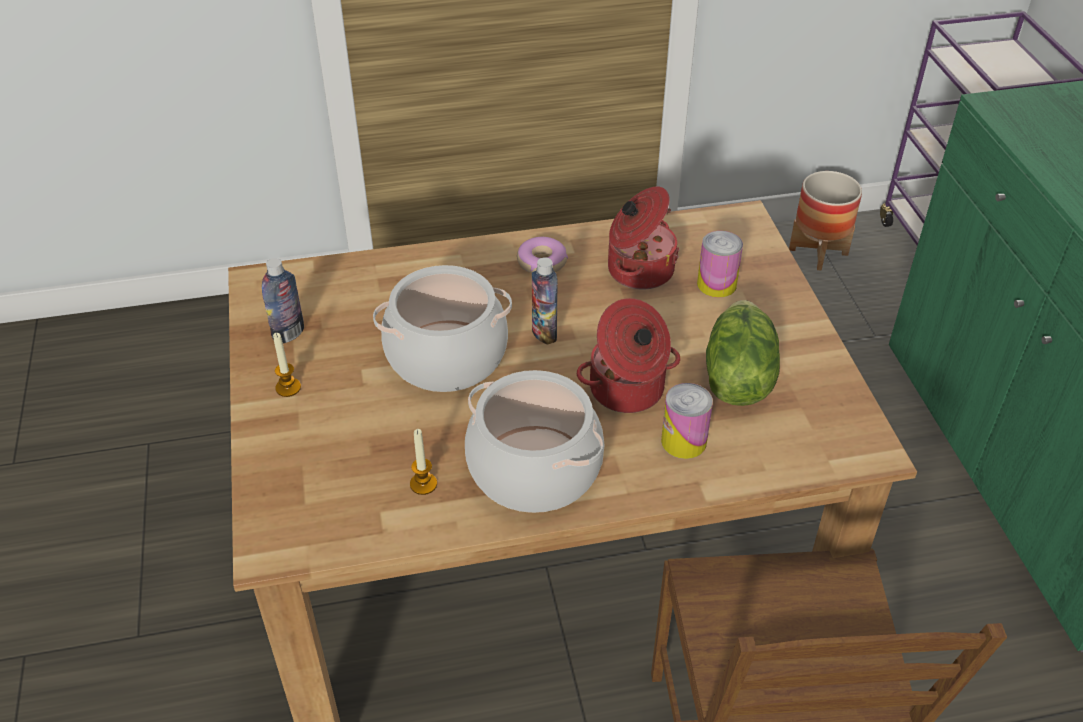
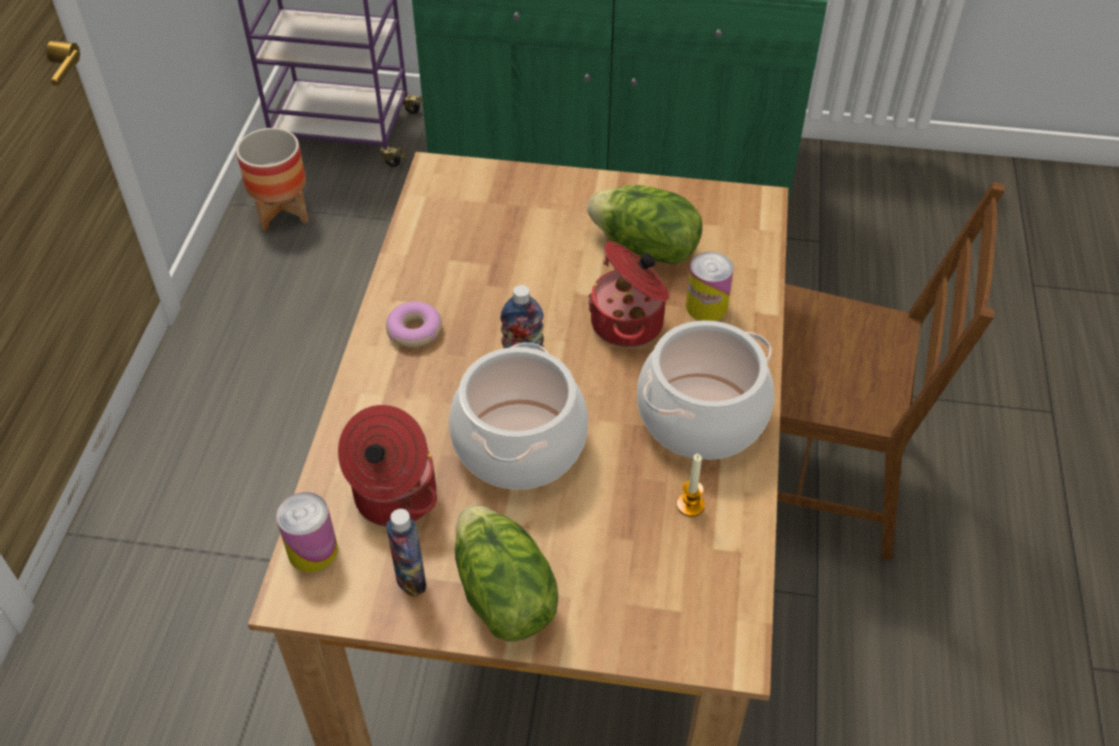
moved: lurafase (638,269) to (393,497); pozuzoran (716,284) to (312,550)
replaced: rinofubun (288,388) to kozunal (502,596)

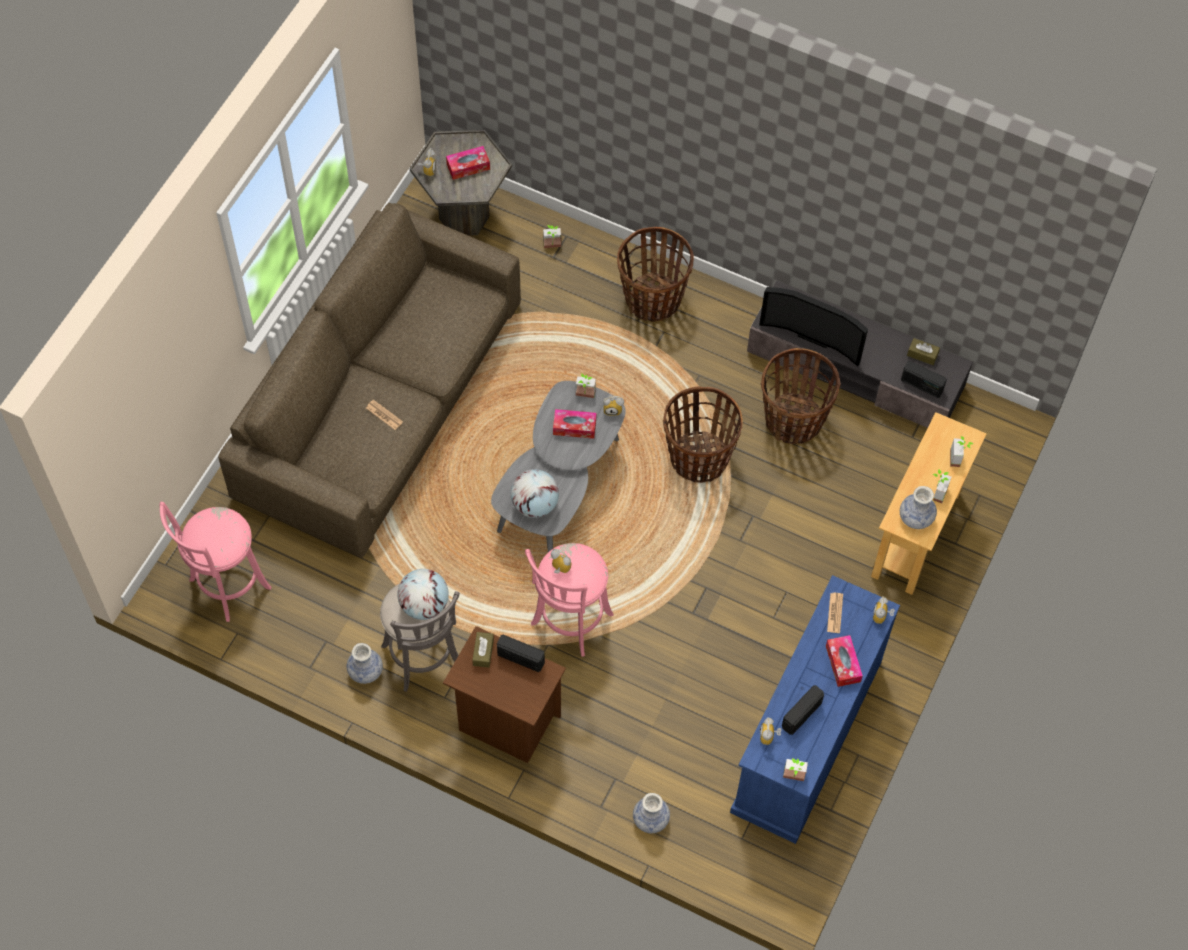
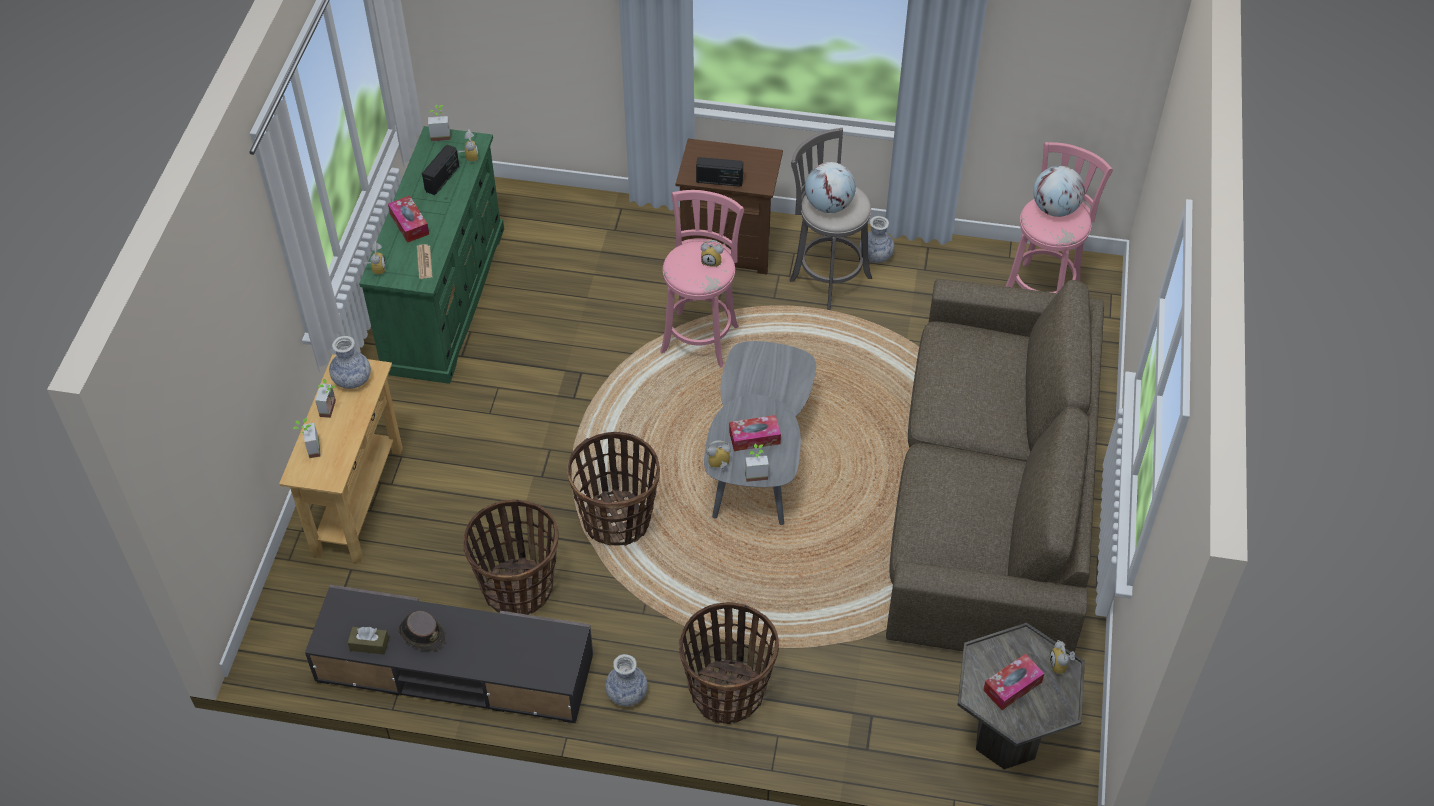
removed: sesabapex (384,415); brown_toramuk (483,652); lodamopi (552,247); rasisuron (814,335); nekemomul (921,385)
added: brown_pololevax (422,634)
moved: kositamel (535,504) to (1055,209); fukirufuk (650,819) to (627,693)
recoloured: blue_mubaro (806,737) to green_mubaro (444,298)

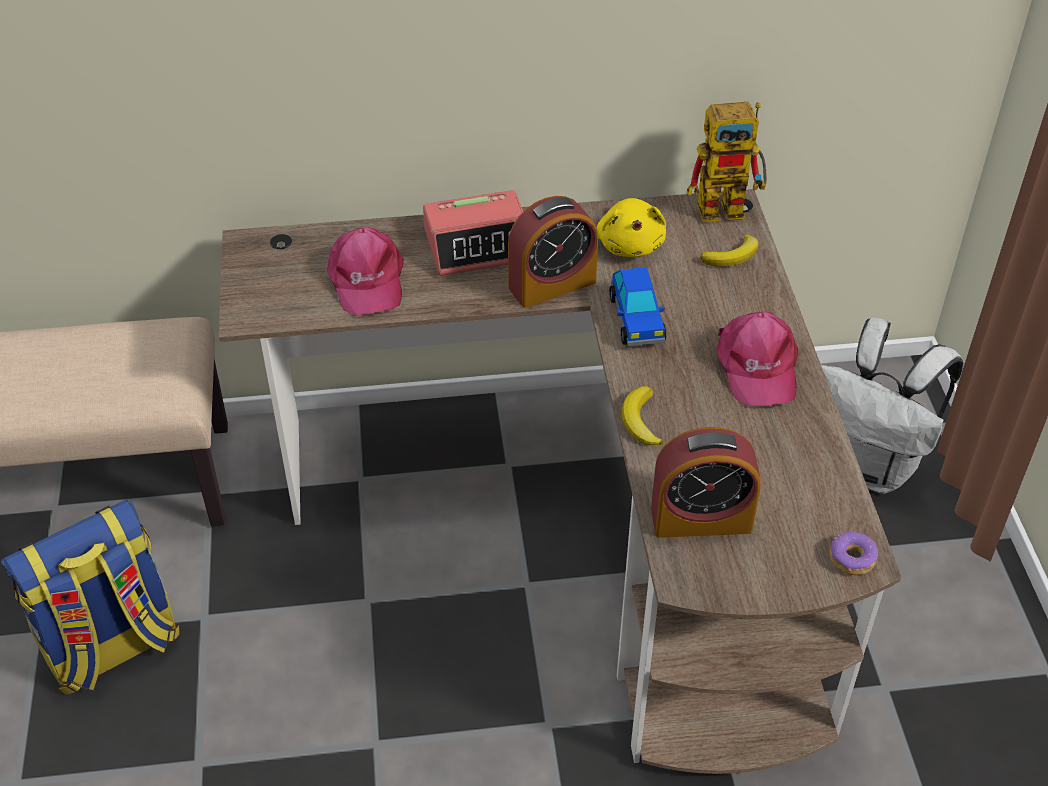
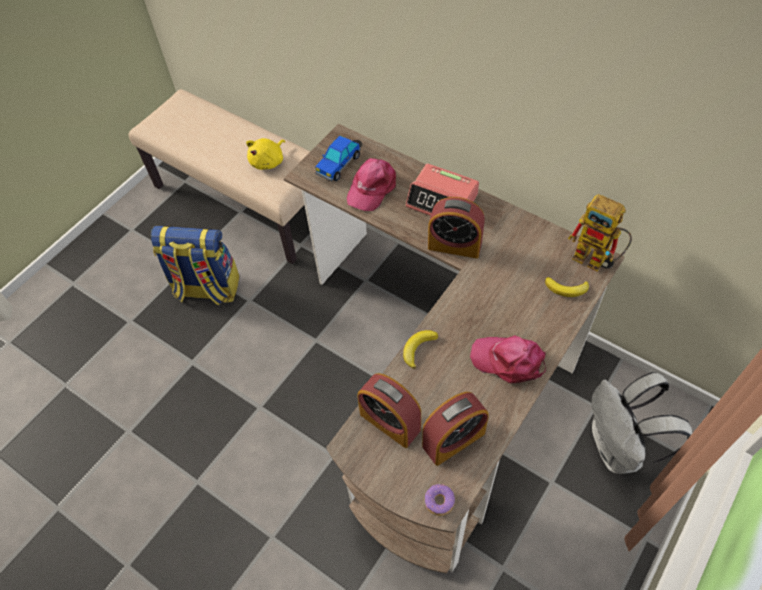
added: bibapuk (453,439)
moved: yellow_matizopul (630,244) to (268,161); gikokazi (636,319) to (338,165)
turned: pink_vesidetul (756,366) = (509,361) 75 degrees clockwise

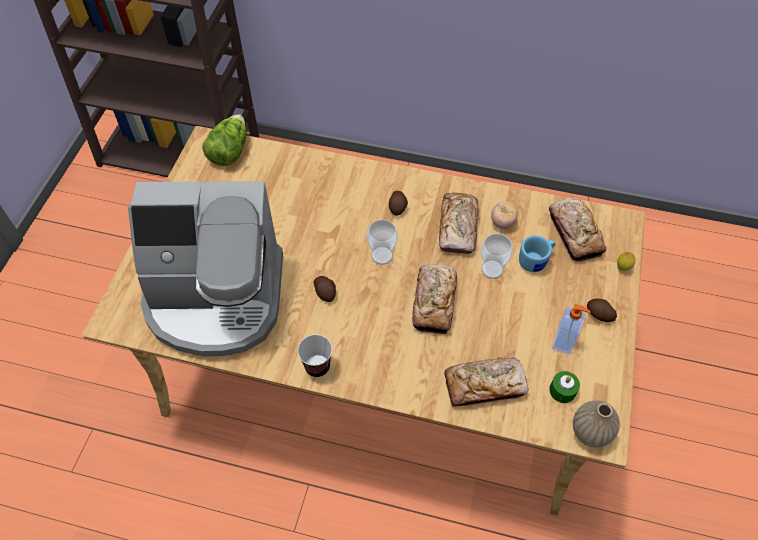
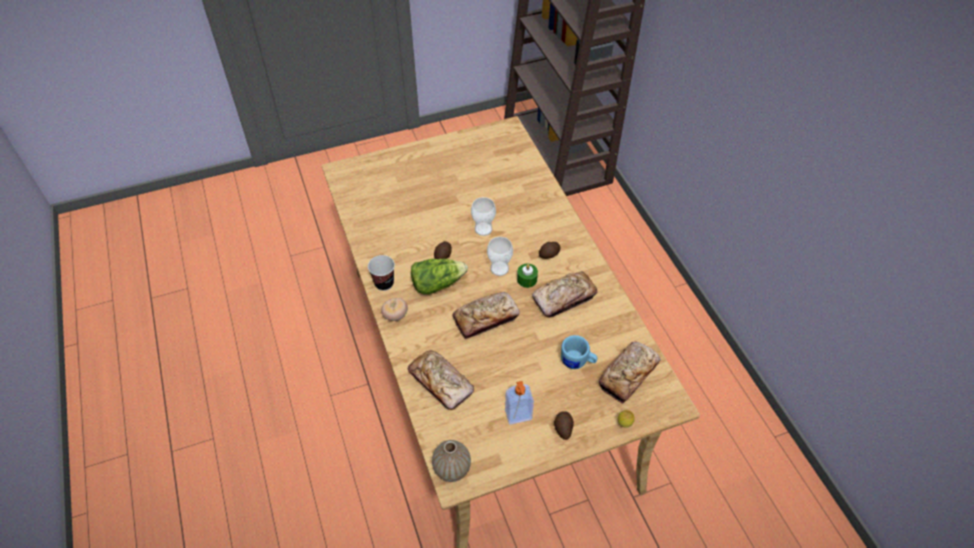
removed: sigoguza (216,298)
moved: kozunal (229,151) to (437,283); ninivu (492,269) to (483,229); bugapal (502,222) to (395,315); green_rinofubun (562,390) to (527,279)

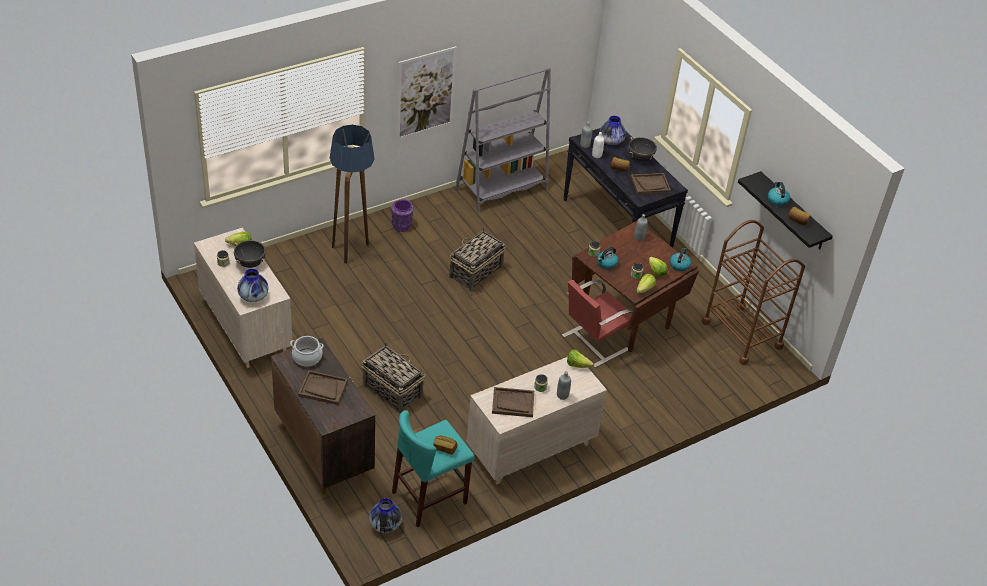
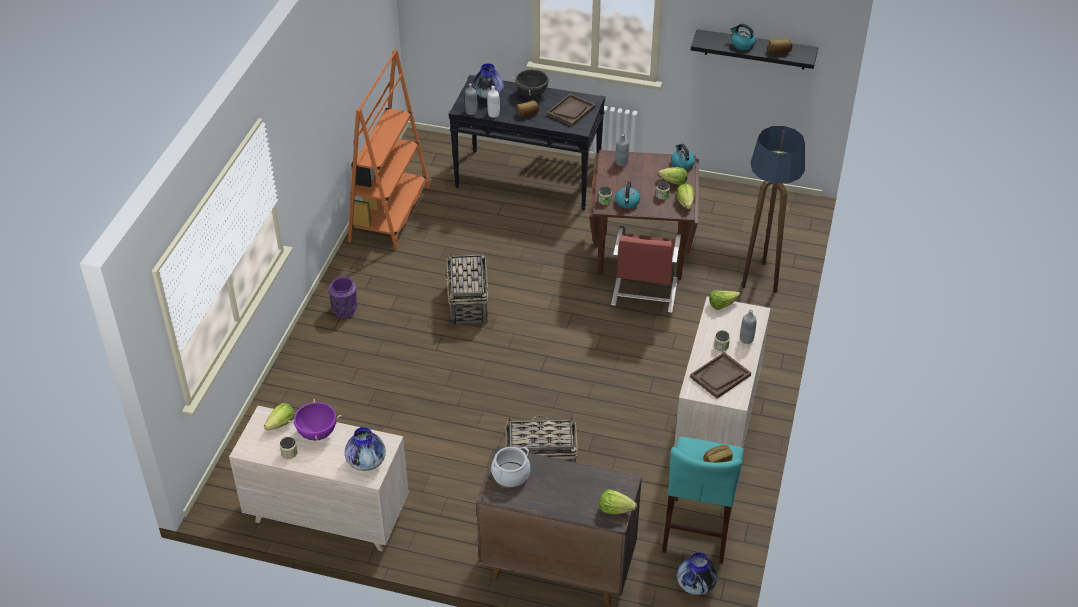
removed: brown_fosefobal (323,389); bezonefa (425,93); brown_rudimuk (741,334)
added: kozunal (615,509)
moved: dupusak (352,250) to (761,277)
recoloured: black_lurafase (250,263) to purple_lurafase (317,433); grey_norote (502,189) to orange_norote (390,214)

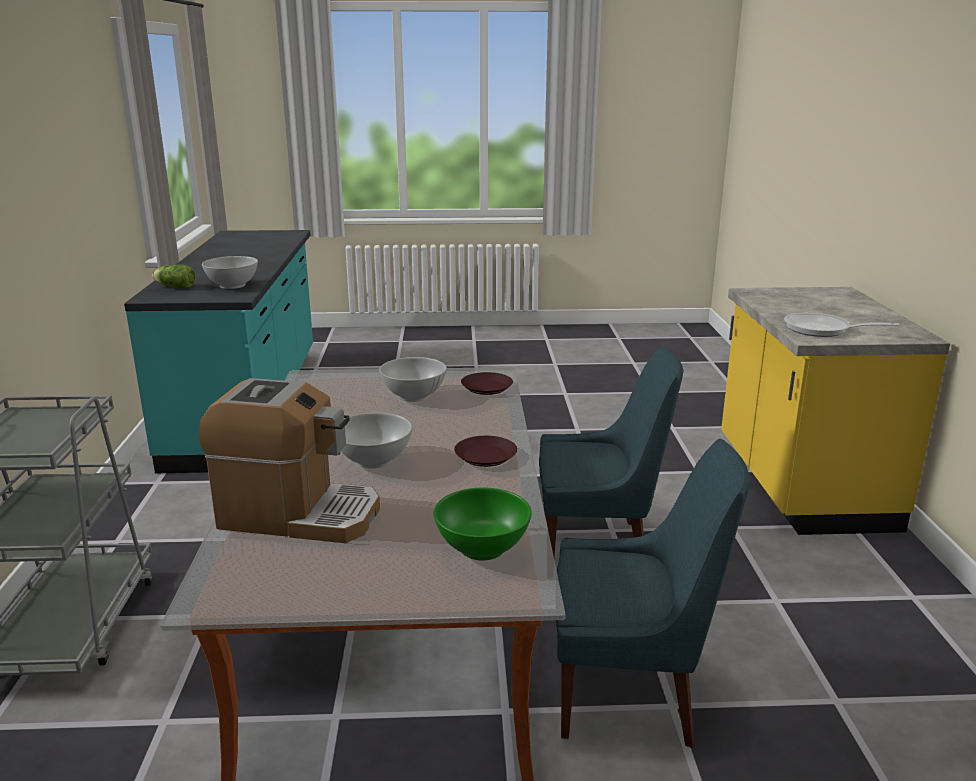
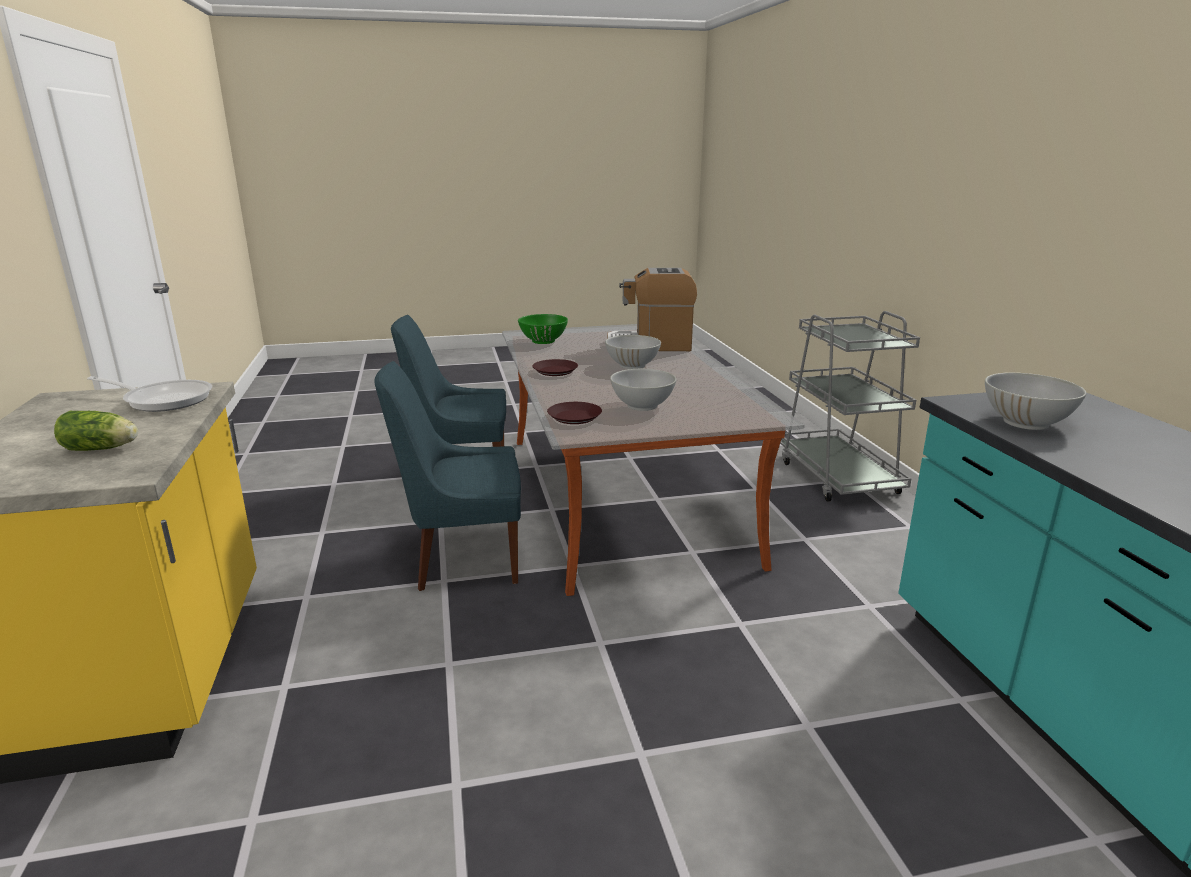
moved: kozunal (174,287) to (103,449)

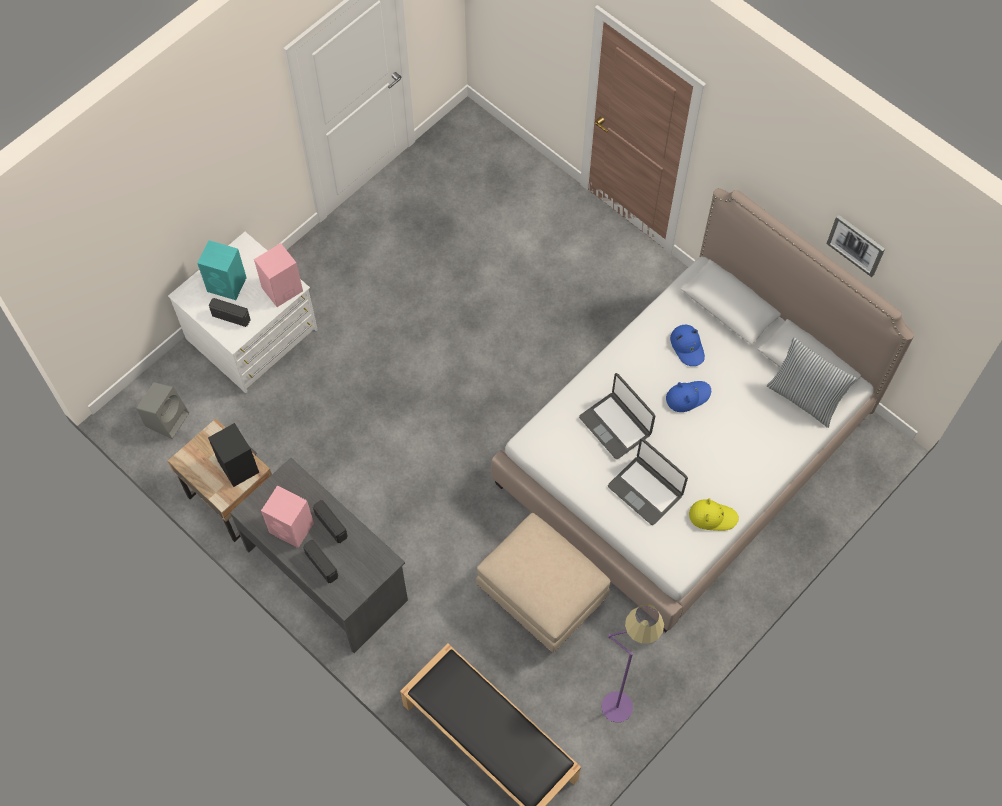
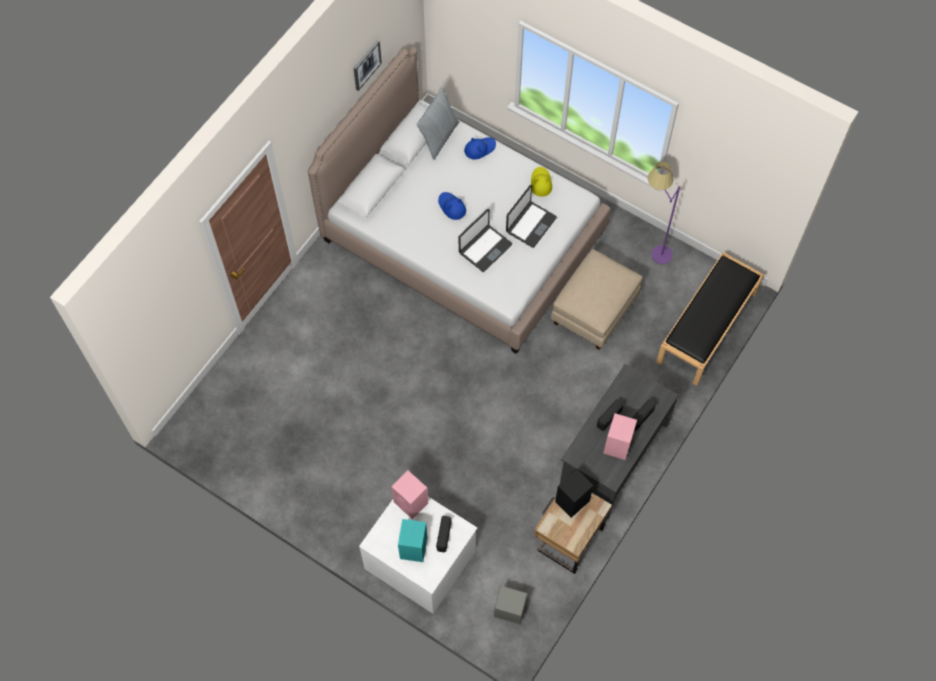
moved: blue_pololevax (687,347) to (479,148)

